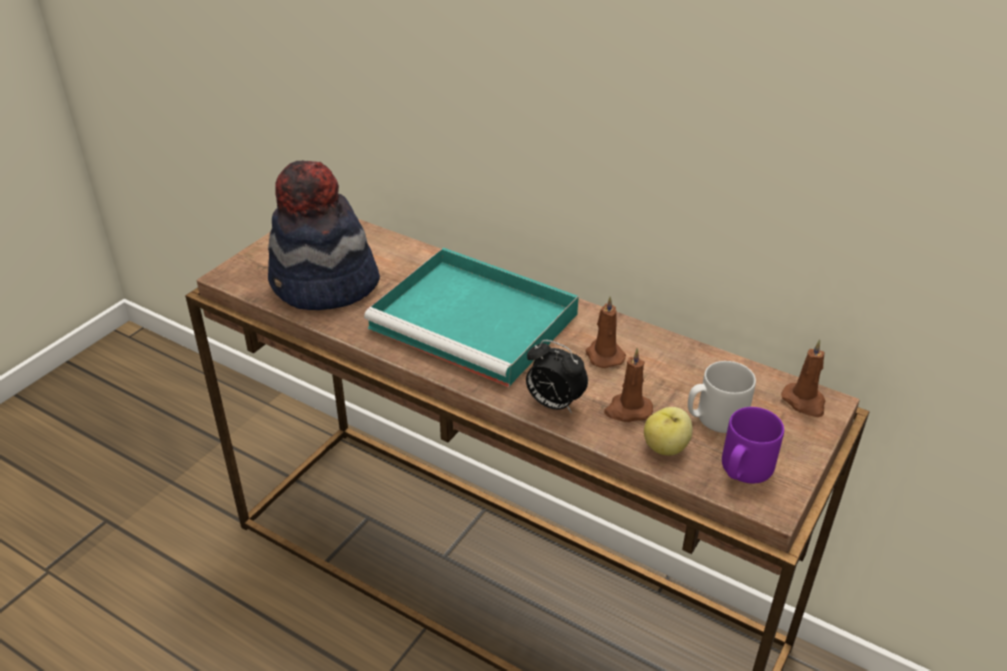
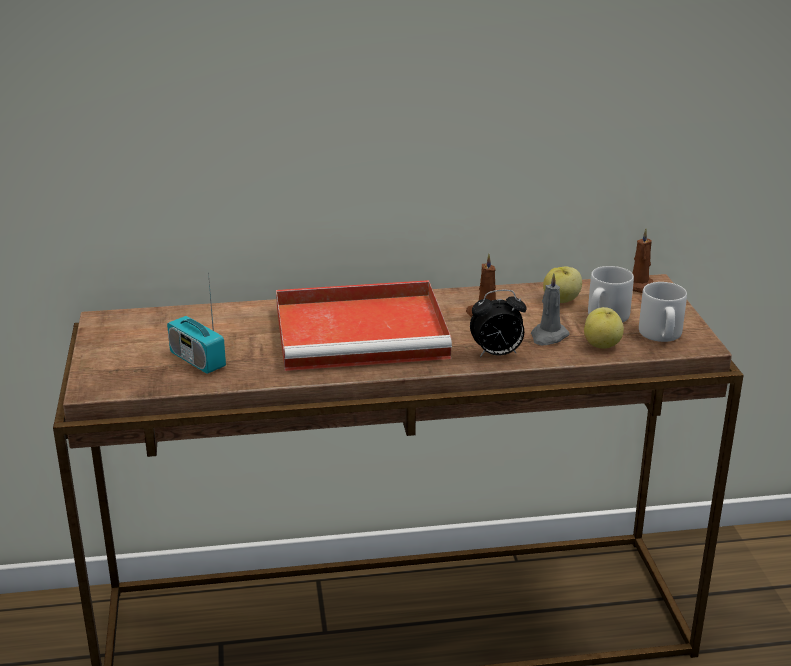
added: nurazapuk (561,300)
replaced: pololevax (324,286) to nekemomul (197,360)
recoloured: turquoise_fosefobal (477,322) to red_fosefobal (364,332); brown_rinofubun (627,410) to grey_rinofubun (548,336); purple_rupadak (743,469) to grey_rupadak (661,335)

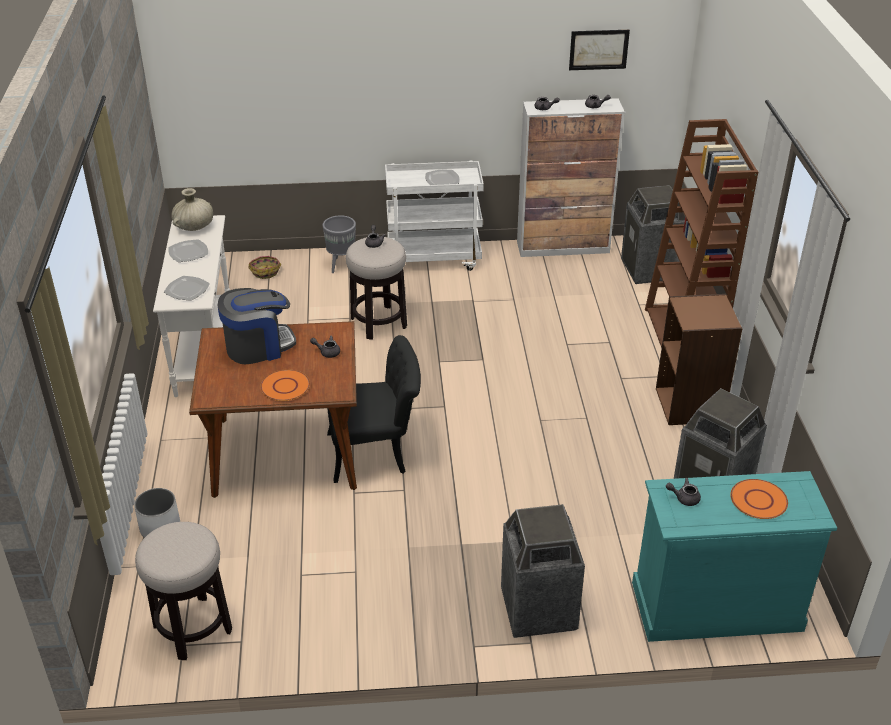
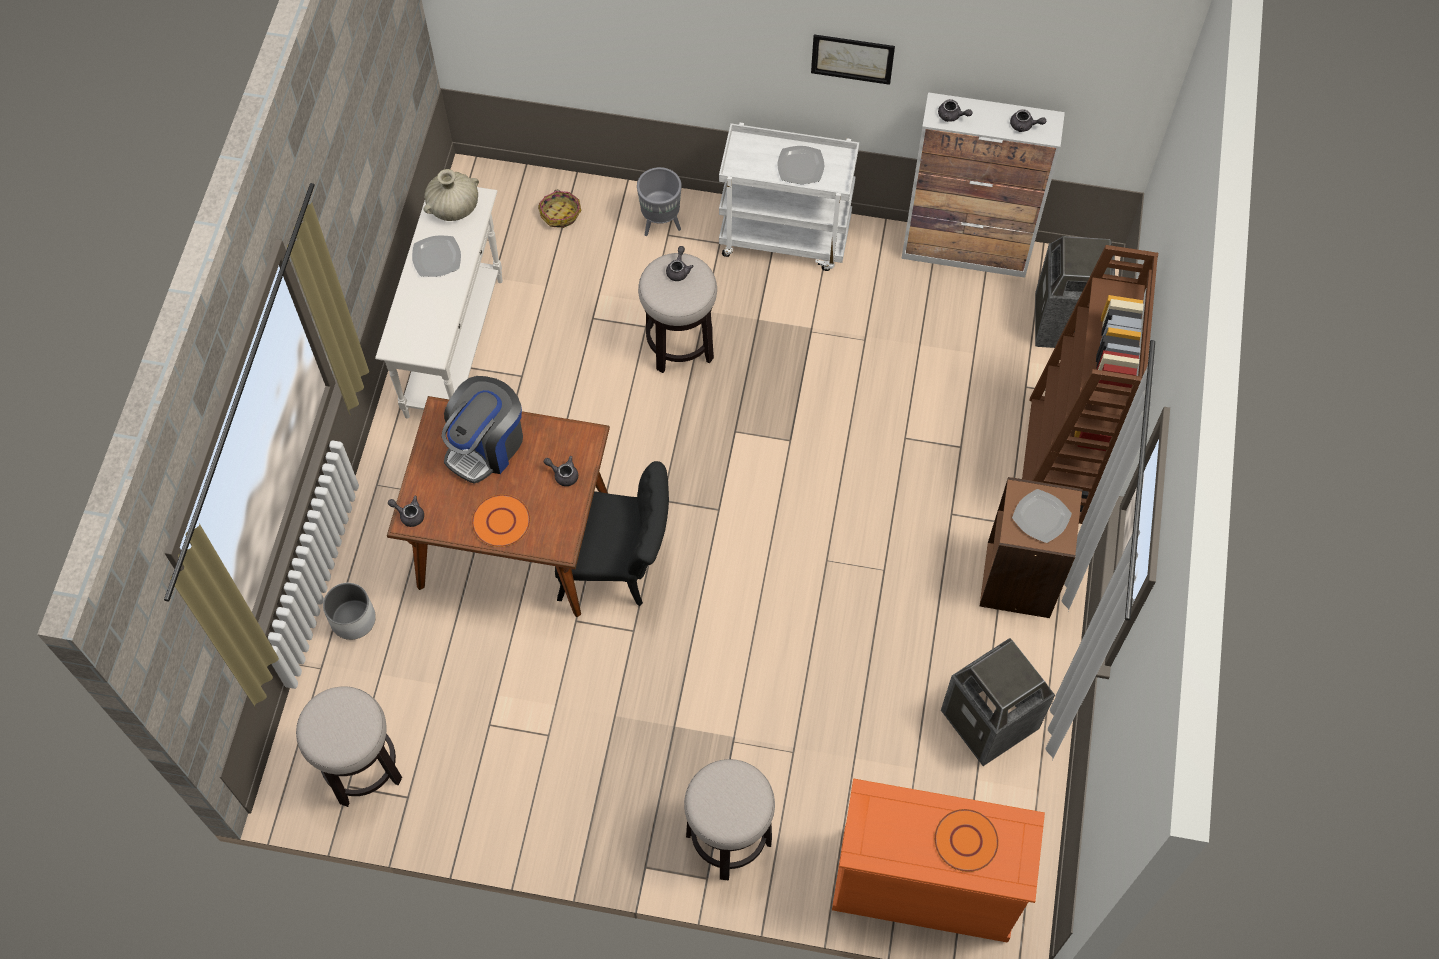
moved: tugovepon (187,289) to (1041,516); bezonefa (598,49) to (852,58); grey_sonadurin (684,498) to (409,514)
replaced: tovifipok (538,610) to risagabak (728,838)
recoloured: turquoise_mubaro (715,606) to orange_mubaro (924,883)
turned: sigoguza (258,346) = (486,445) 135 degrees clockwise

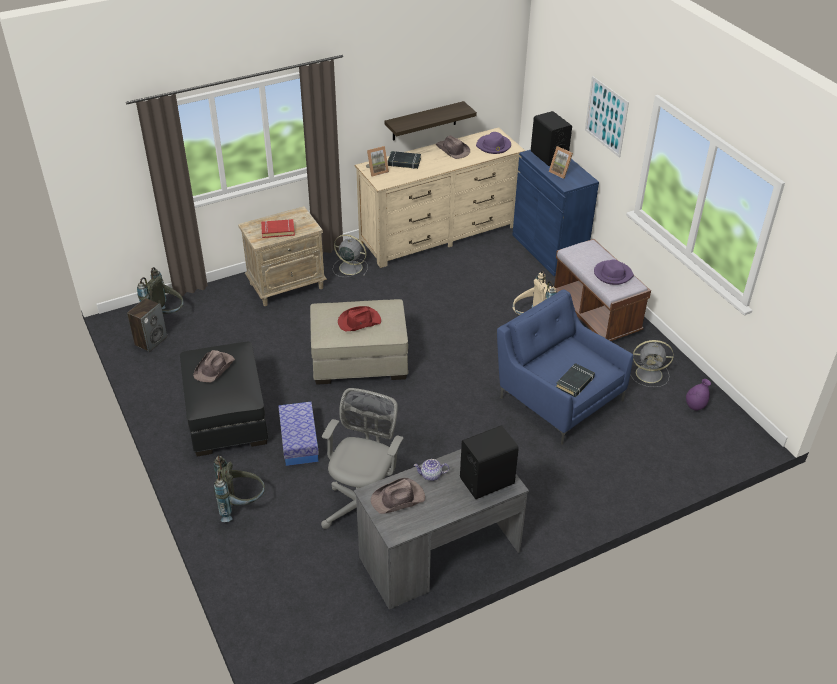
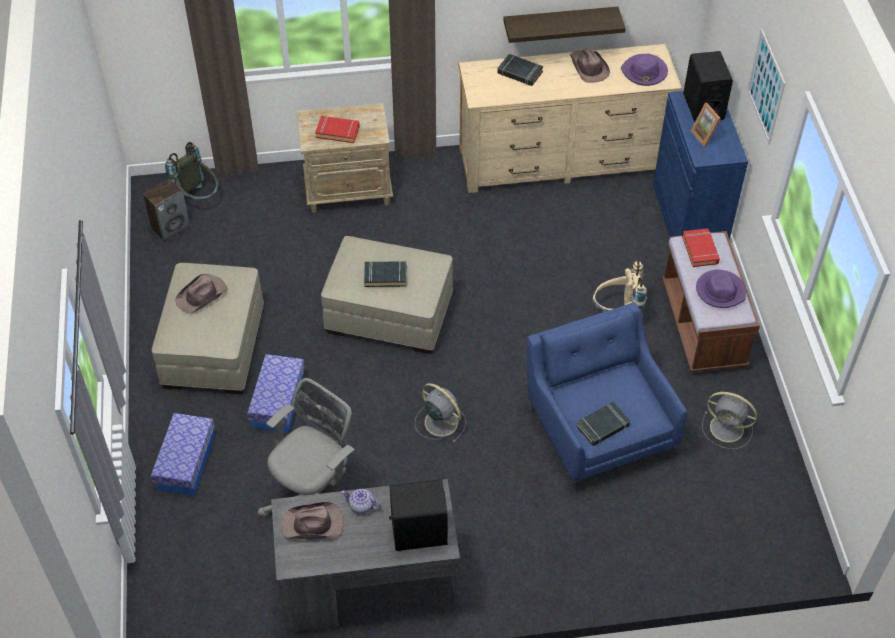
removed: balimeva (377,171); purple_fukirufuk (695,406)
added: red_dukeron (700,250)
moved: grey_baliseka (349,267) to (440,421)
replaced: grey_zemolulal (241,505) to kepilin (186,462); red_pololevax (358,321) to black_dukeron (385,276)
recoloured: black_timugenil (226,415) to beige_timugenil (214,346)

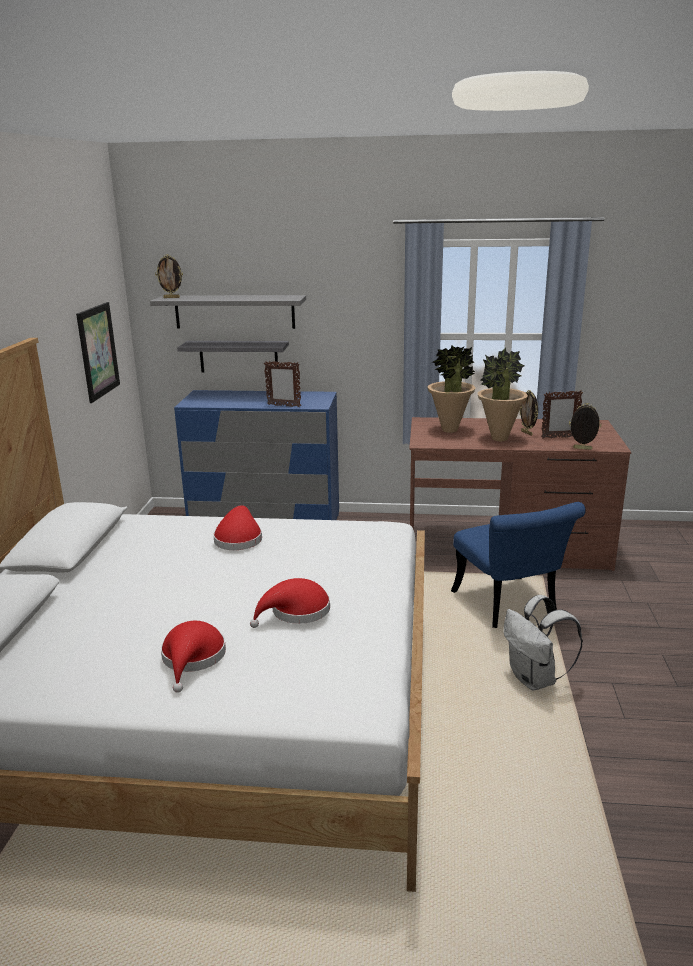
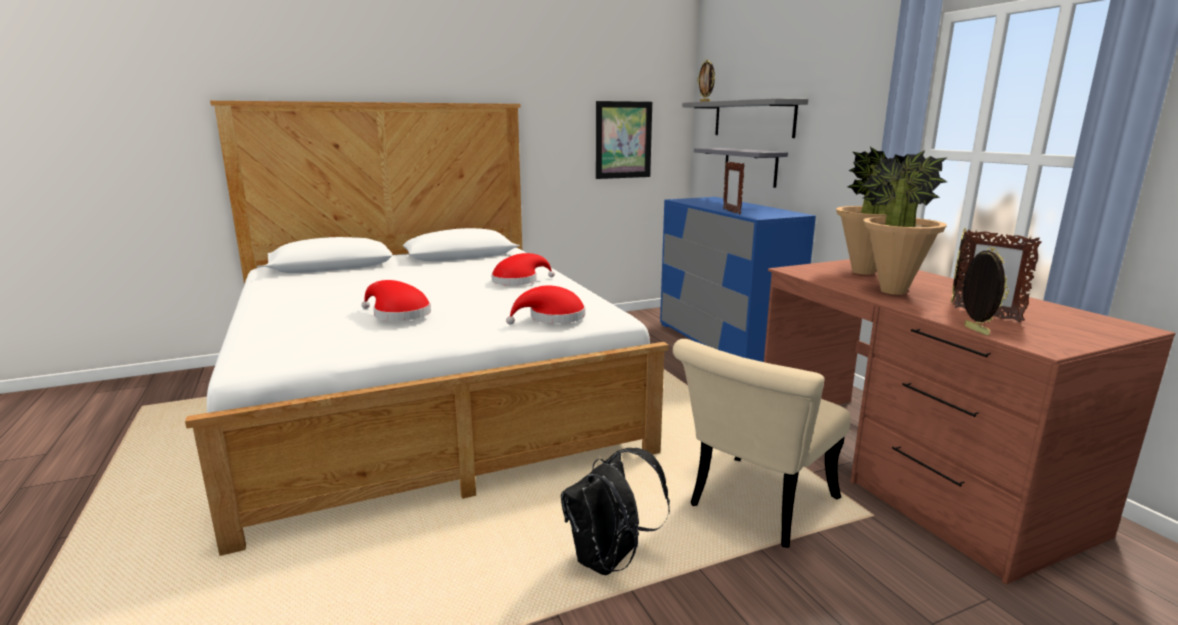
moved: red_pololevax (193,659) to (552,318)
recoloured: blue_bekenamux (509,607) to beige_bekenamux (754,506); white_zemolulal (535,679) to black_zemolulal (609,561)

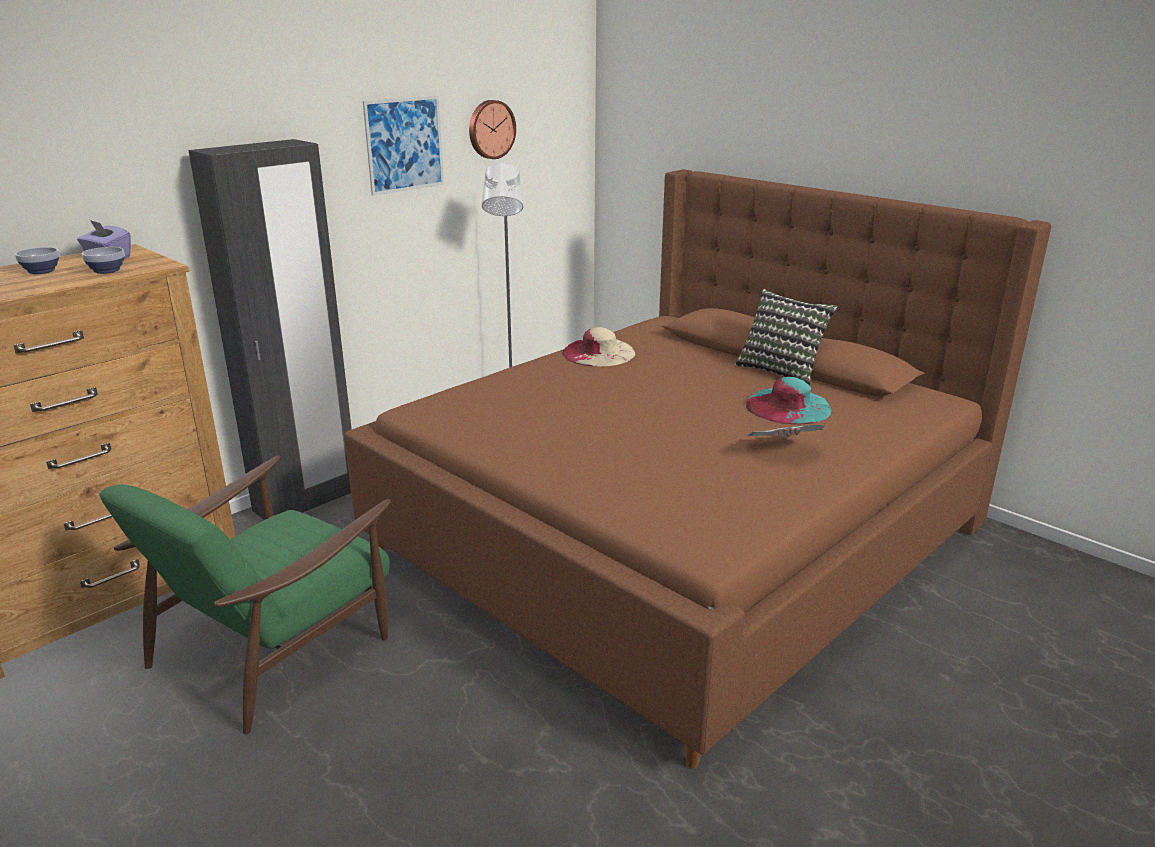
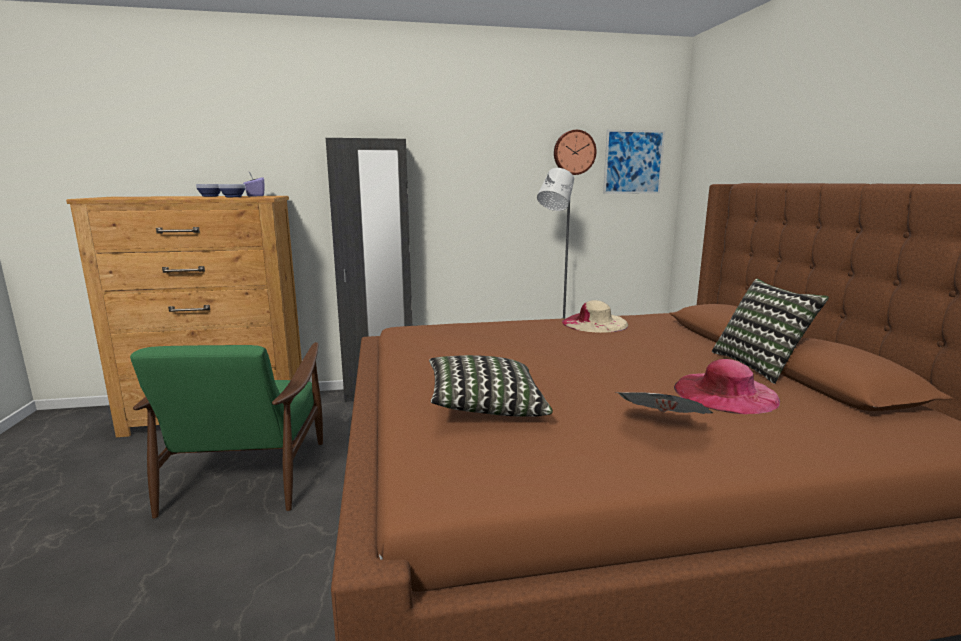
added: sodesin (485,406)
moved: bezonefa (404,144) to (633,162)
recoloured: turquoise_pololevax (788,406) to pink_pololevax (725,393)
turned: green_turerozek (274,646) = (247,472) 75 degrees counterclockwise

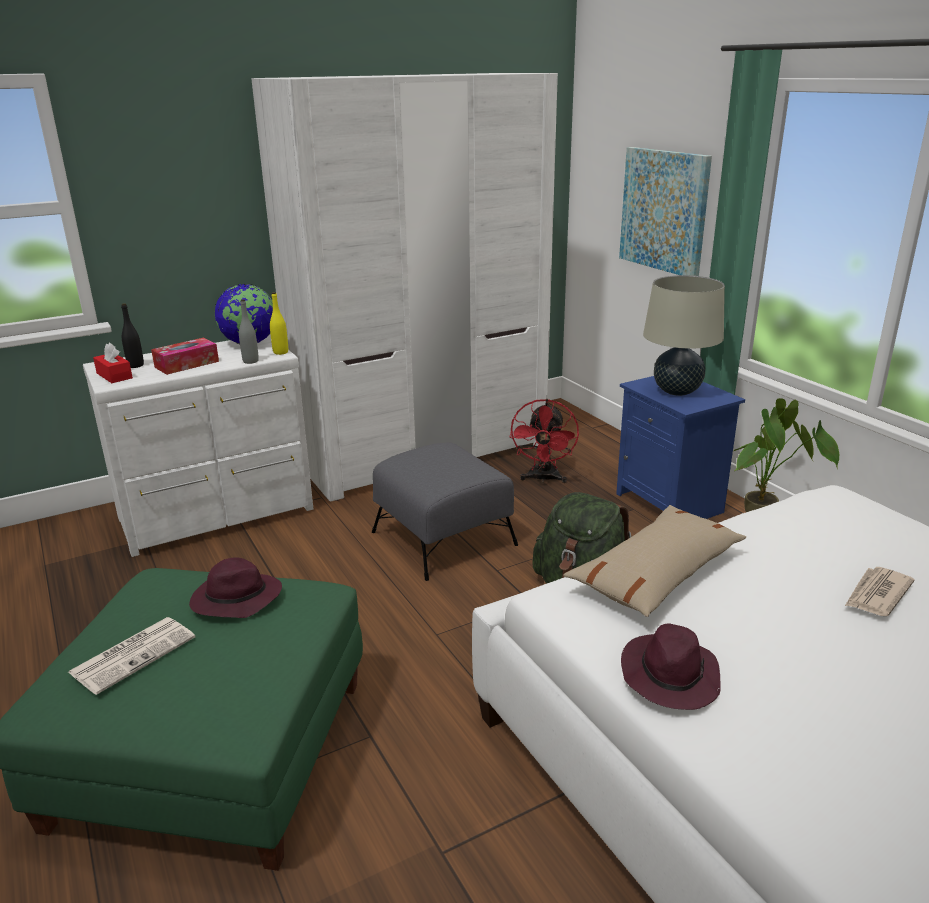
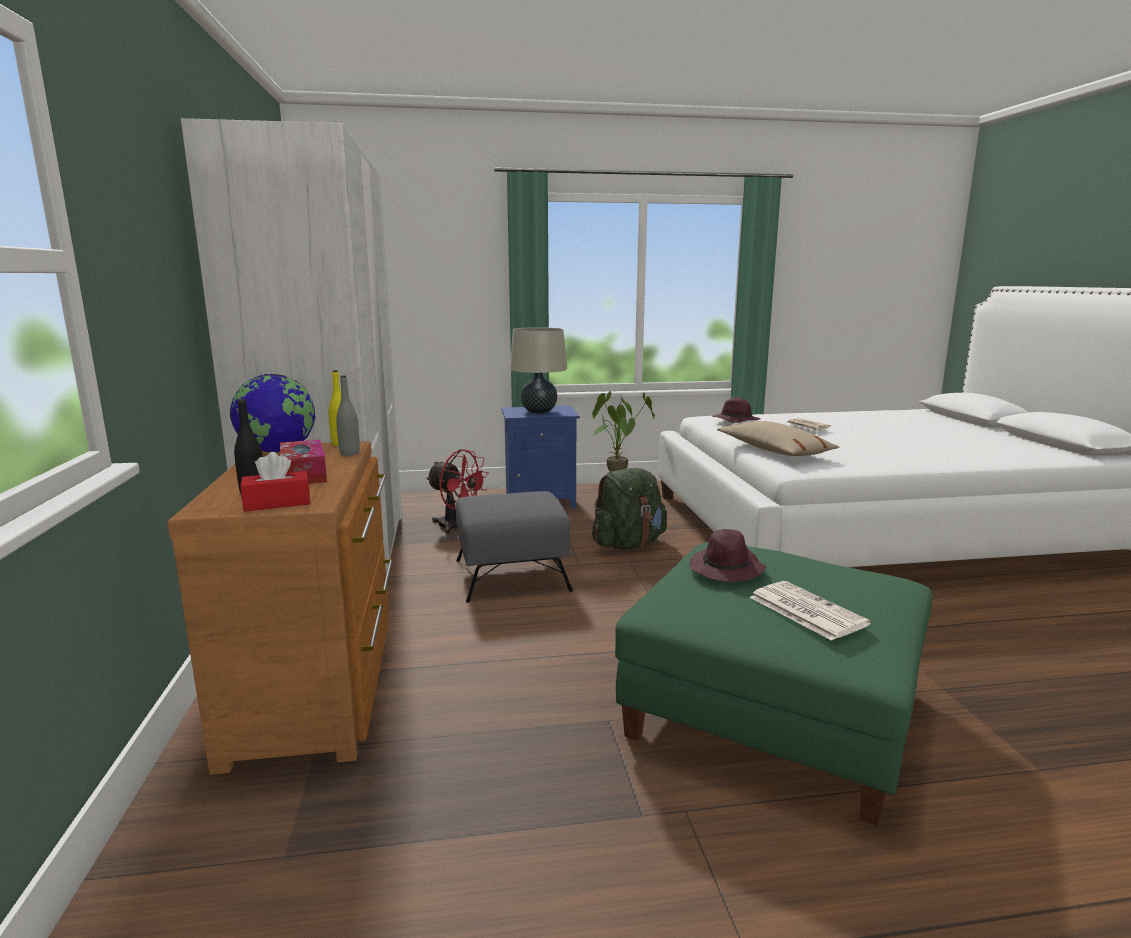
removed: bezonefa (664,210)
moved: purple_pololevax (669,675) to (735,421)
recoloured: white_mubaro (219,515) to brown_mubaro (319,685)

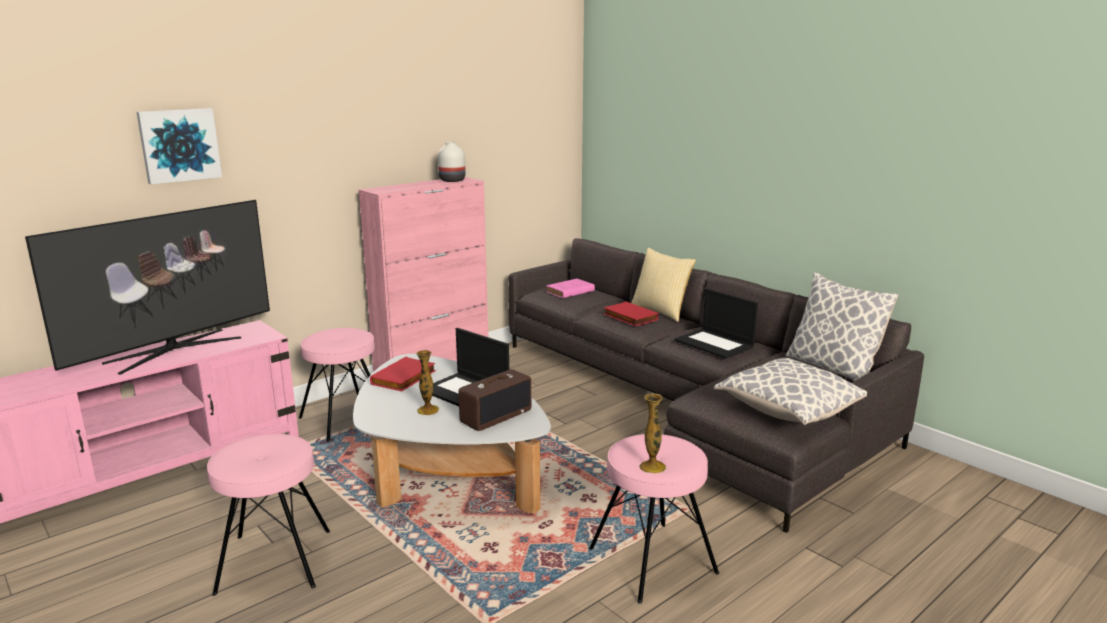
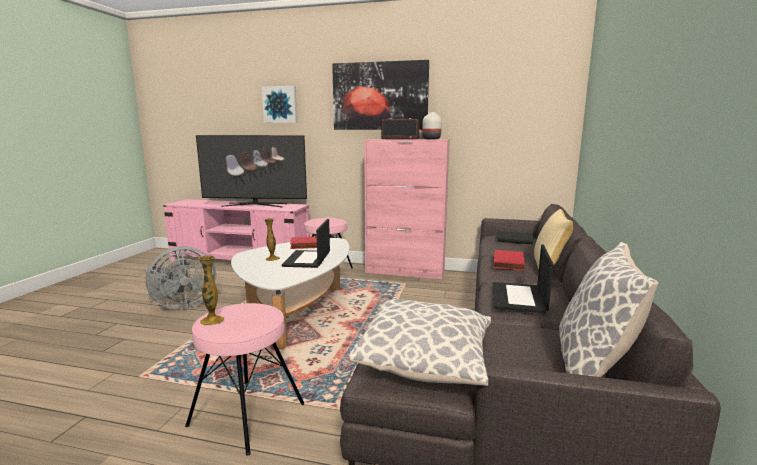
added: bezonefa (380,96)
moved: nekemomul (496,415) to (400,139)
replaced: pink_risagabak (275,561) to grey_baliseka (181,305)
recoloured: pink_dukeron (569,291) to black_dukeron (513,240)

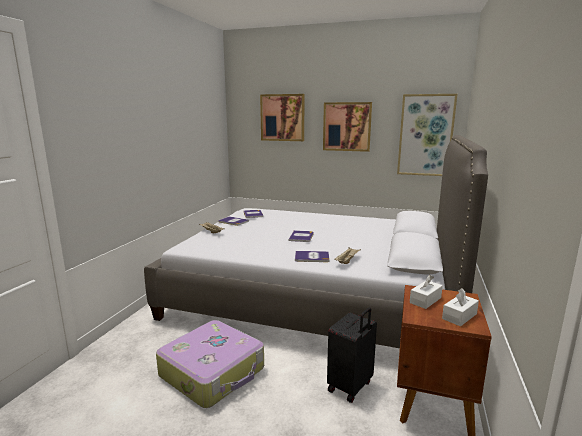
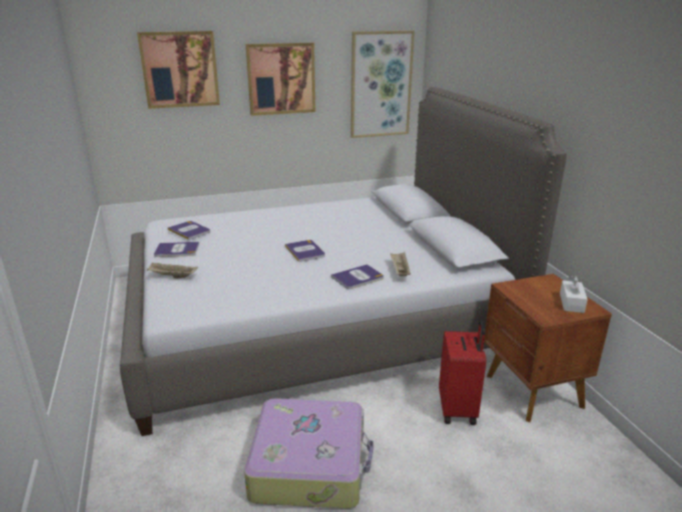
removed: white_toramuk (425,300)
recoloured: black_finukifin (351,387) to red_finukifin (458,409)

